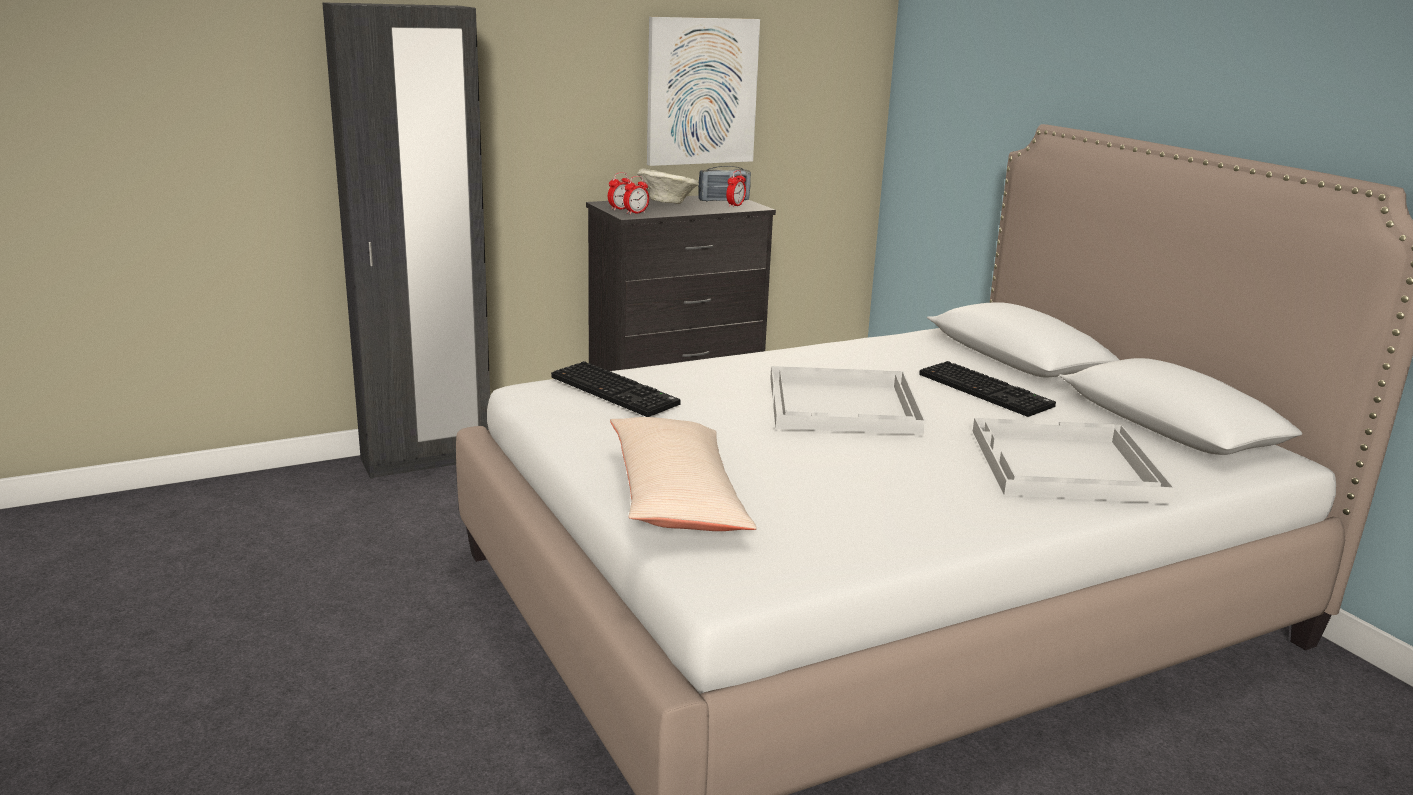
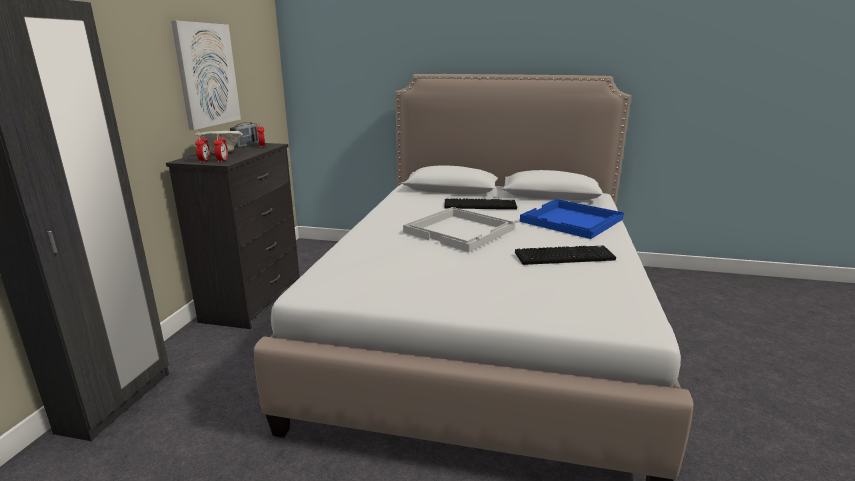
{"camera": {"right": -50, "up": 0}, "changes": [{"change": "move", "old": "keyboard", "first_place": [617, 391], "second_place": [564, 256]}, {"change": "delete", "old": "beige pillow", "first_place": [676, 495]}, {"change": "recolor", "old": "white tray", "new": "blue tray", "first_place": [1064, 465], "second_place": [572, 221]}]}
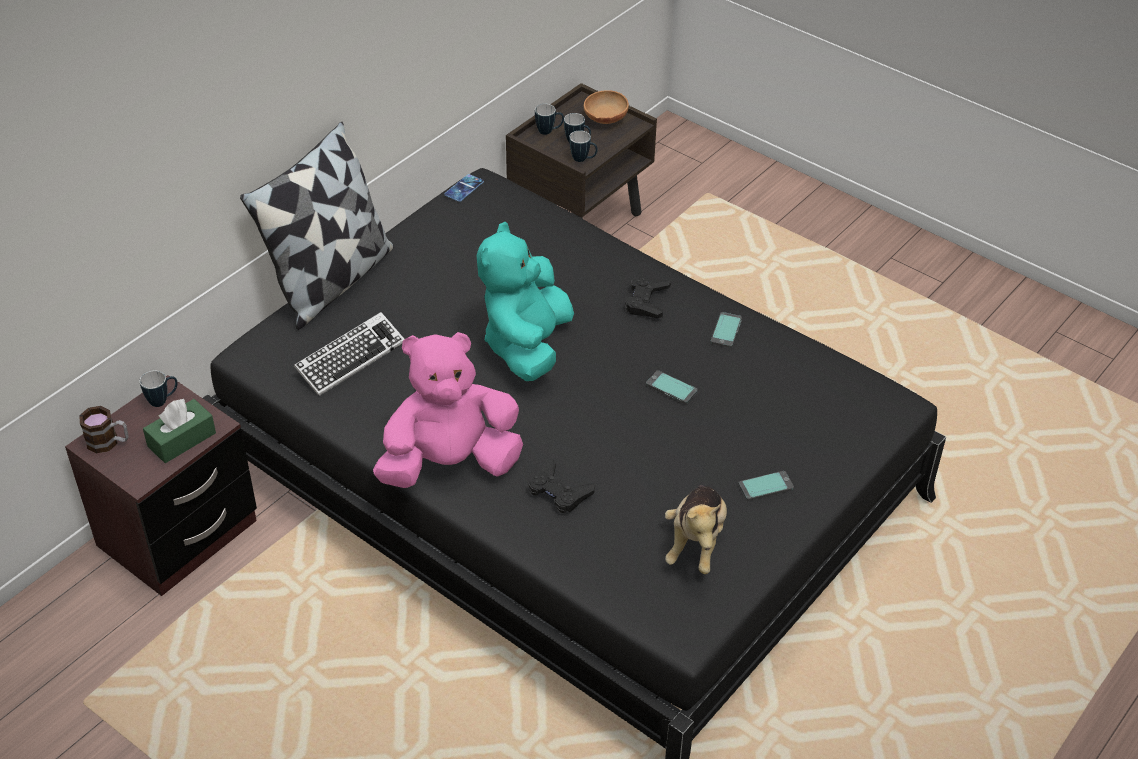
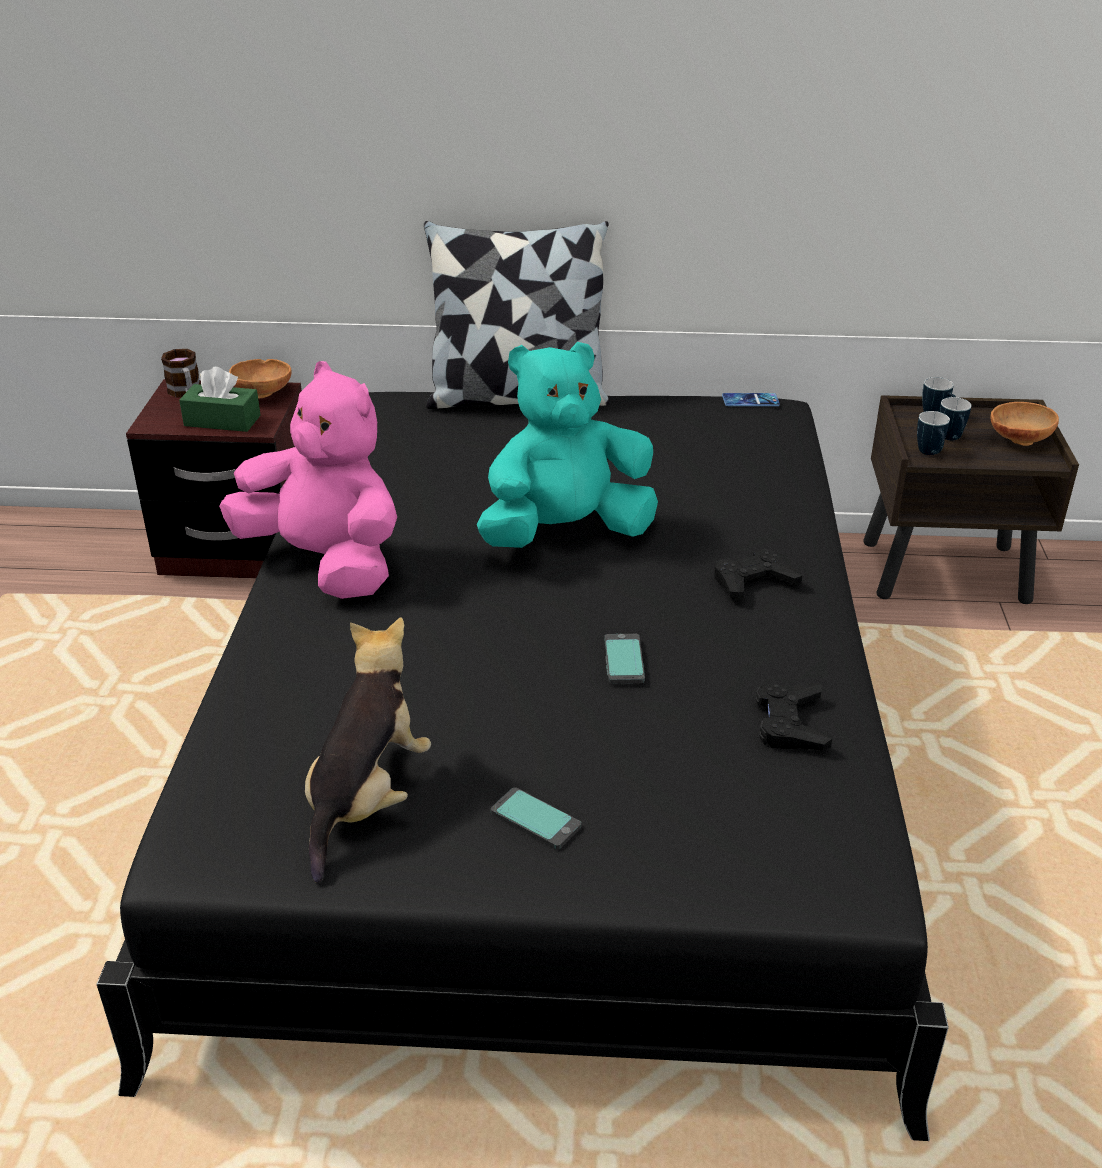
{"camera": {"right": 55, "up": -10}, "changes": [{"change": "replace", "old": "mug", "new": "brown bowl", "first_place": [163, 400], "second_place": [264, 393]}, {"change": "delete", "old": "keyboard", "first_place": [350, 359]}, {"change": "move", "old": "black game controller", "first_place": [559, 491], "second_place": [790, 723]}, {"change": "rotate", "old": "plush toy", "first_place": [695, 542], "second_place": [367, 798], "degrees": 135}, {"change": "delete", "old": "phone", "first_place": [726, 331]}]}
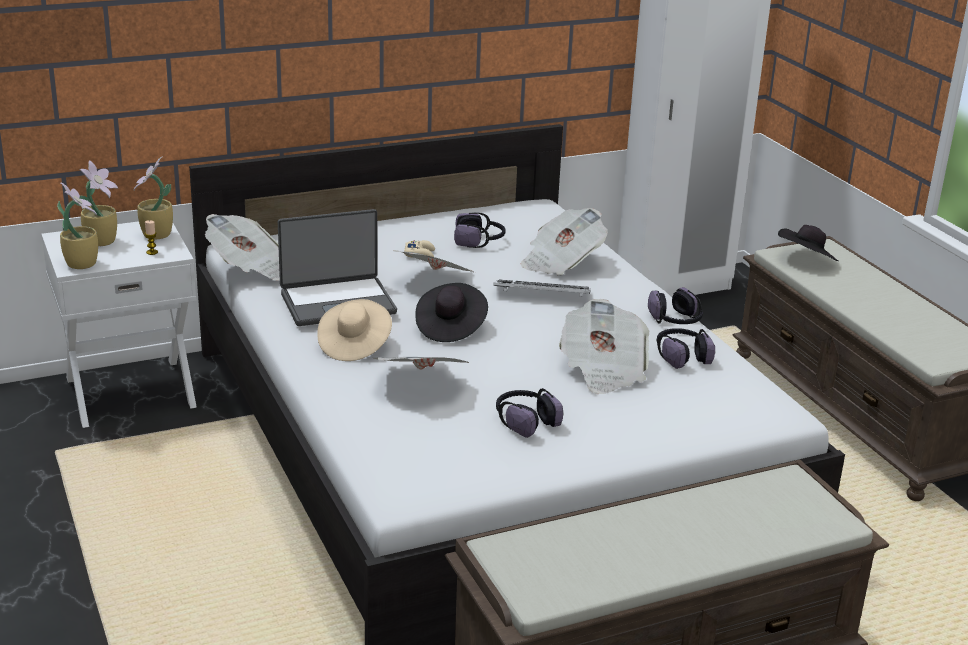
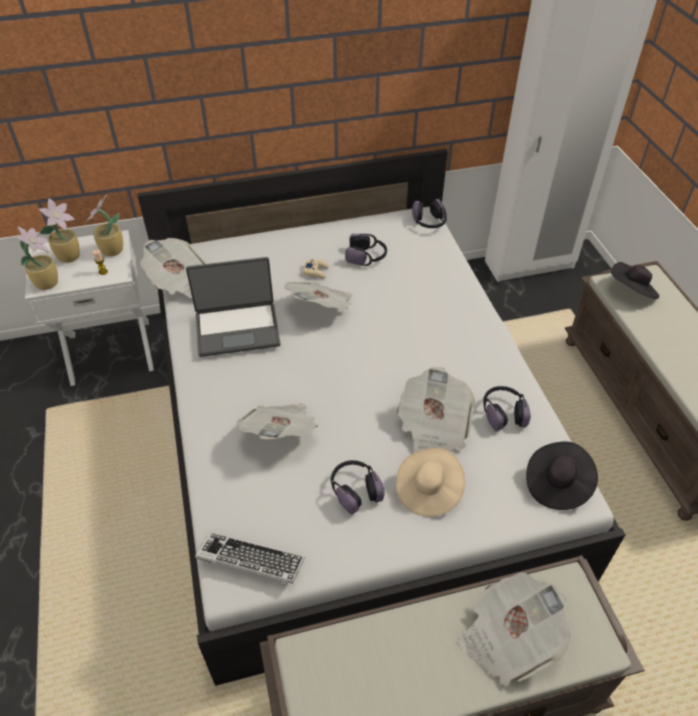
{"camera": {"right": 10, "up": 20}, "changes": [{"change": "move", "old": "beige hat", "first_place": [354, 345], "second_place": [428, 490]}, {"change": "move", "old": "black hat", "first_place": [450, 327], "second_place": [557, 484]}, {"change": "move", "old": "keyboard", "first_place": [541, 294], "second_place": [250, 562]}, {"change": "move", "old": "newspaper", "first_place": [561, 262], "second_place": [508, 638]}, {"change": "move", "old": "headphones", "first_place": [675, 321], "second_place": [429, 222]}]}
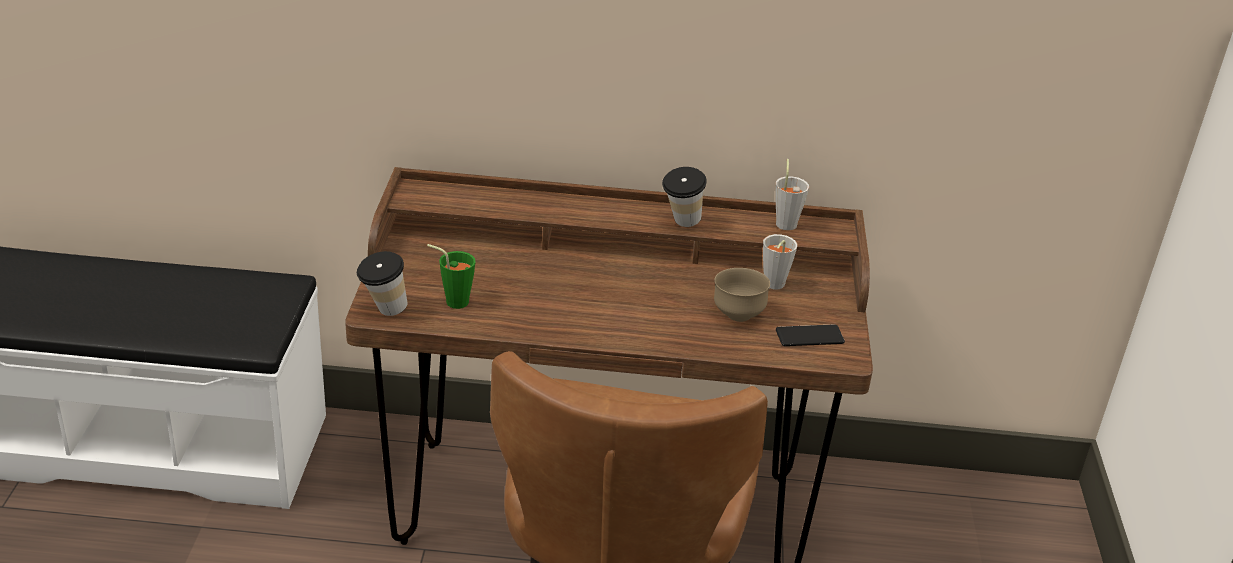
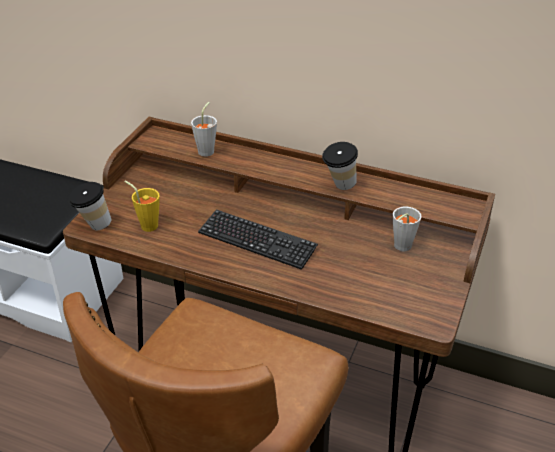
{"camera": {"right": 20, "up": 5}, "changes": [{"change": "recolor", "old": "green cup", "new": "yellow cup", "first_place": [452, 300], "second_place": [146, 224]}, {"change": "delete", "old": "brown bowl", "first_place": [737, 315]}, {"change": "move", "old": "grey cup", "first_place": [786, 222], "second_place": [207, 150]}, {"change": "delete", "old": "phone", "first_place": [809, 336]}, {"change": "insert", "new": "keyboard", "second_place": [257, 241]}]}
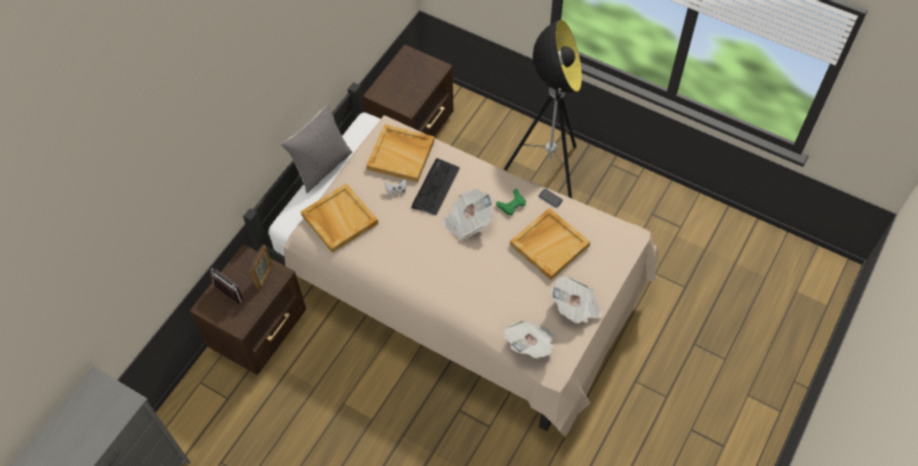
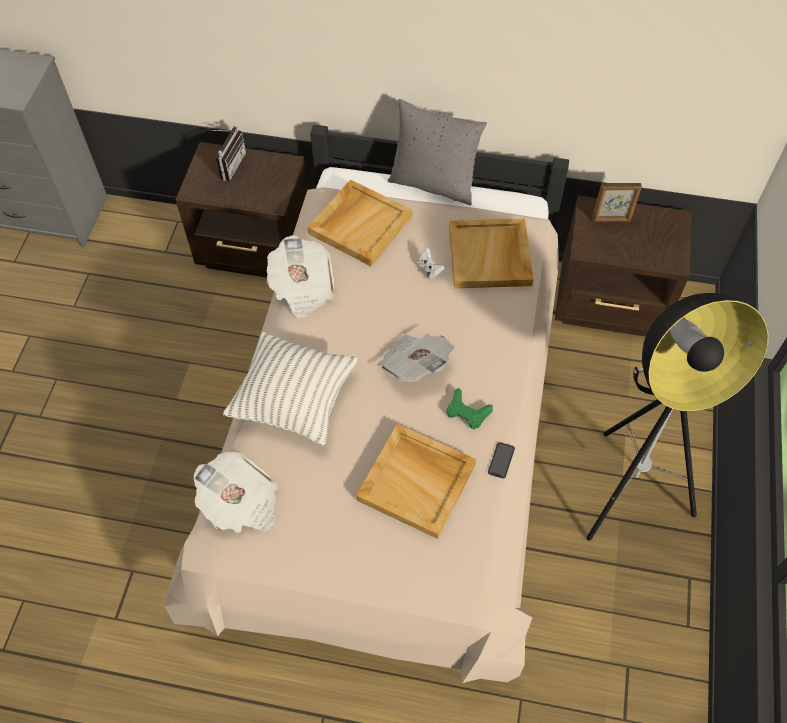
{"camera": {"right": 70, "up": 0}, "changes": [{"change": "move", "old": "picture frame", "first_place": [265, 277], "second_place": [611, 220]}, {"change": "delete", "old": "keyboard", "first_place": [435, 187]}, {"change": "move", "old": "newspaper", "first_place": [575, 307], "second_place": [302, 288]}, {"change": "insert", "new": "pillow", "second_place": [294, 401]}]}
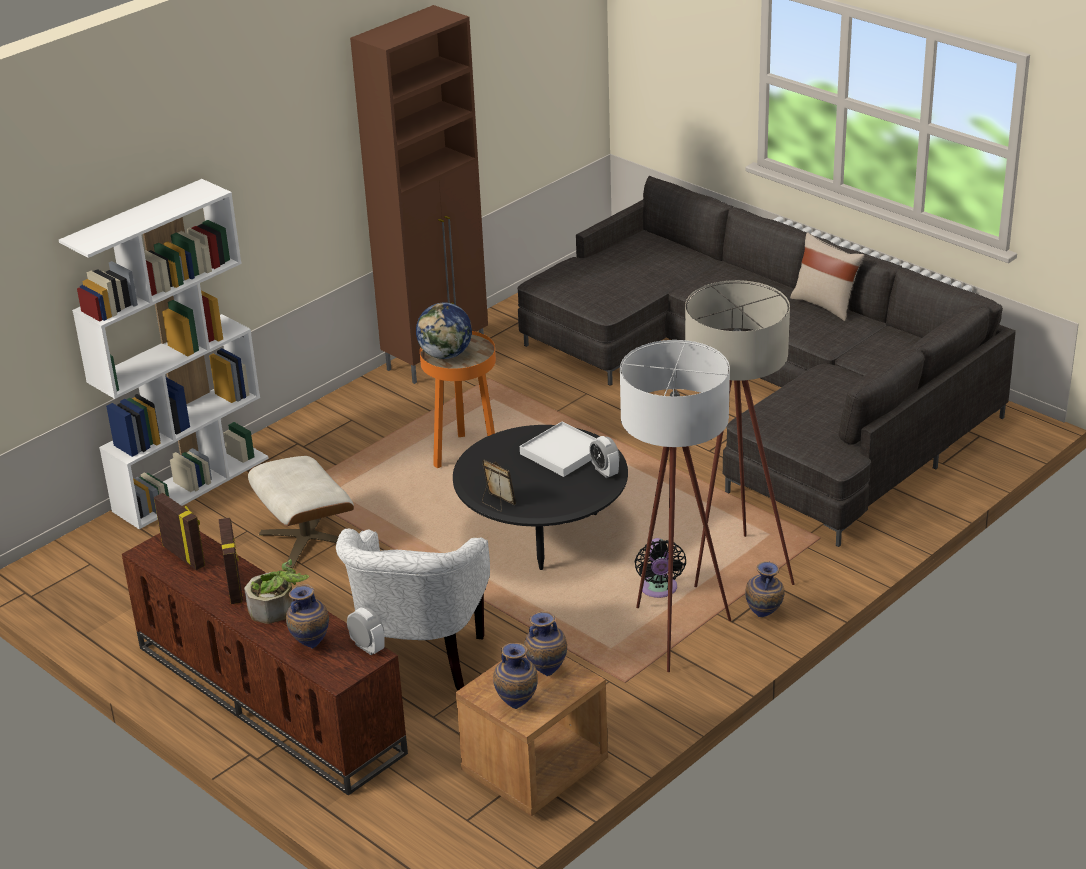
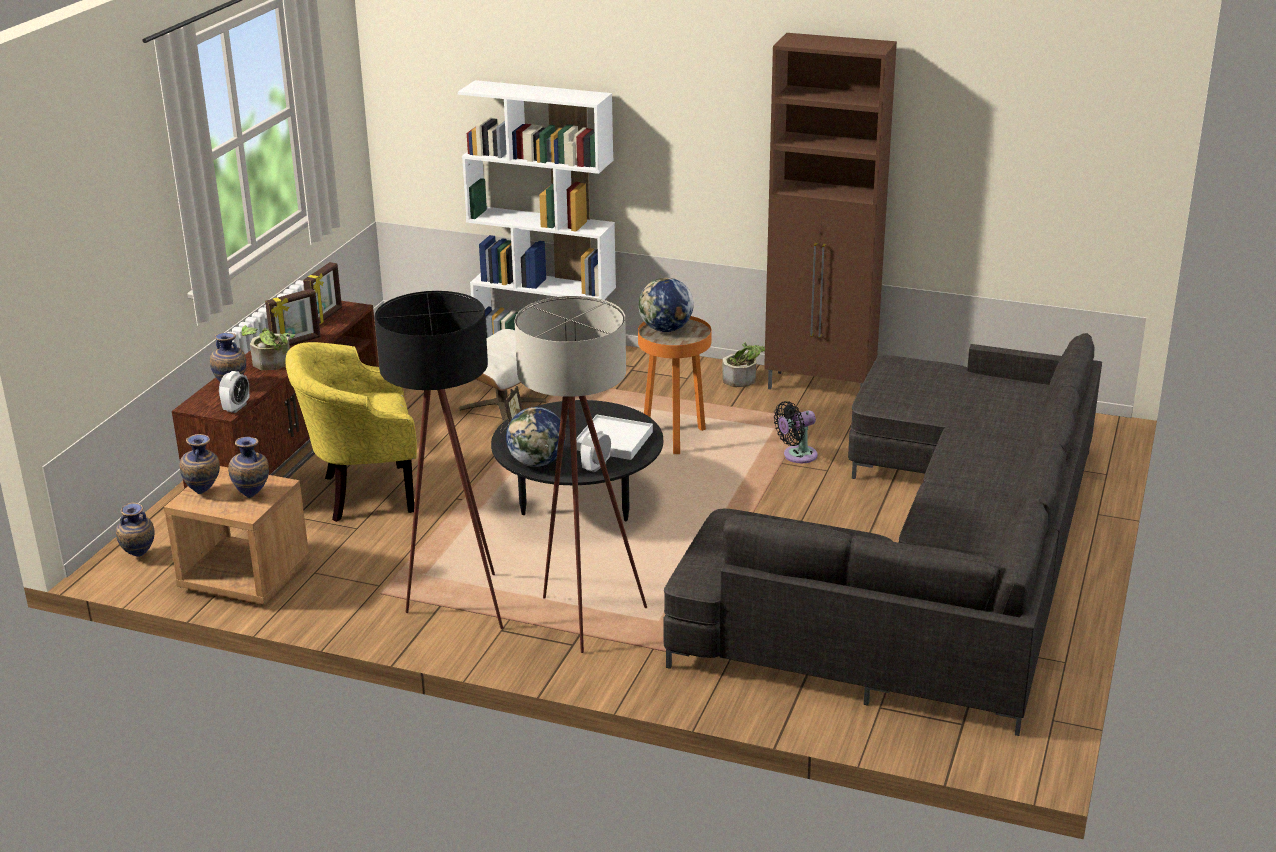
{"camera": {"right": 65, "up": -5}, "changes": [{"change": "recolor", "old": "white armchair", "new": "yellow armchair", "first_place": [420, 663], "second_place": [362, 494]}, {"change": "recolor", "old": "white floor lamp", "new": "black floor lamp", "first_place": [675, 641], "second_place": [454, 606]}, {"change": "move", "old": "black fan", "first_place": [659, 590], "second_place": [796, 456]}, {"change": "move", "old": "vase", "first_place": [764, 616], "second_place": [139, 557]}, {"change": "delete", "old": "beige pillow", "first_place": [825, 305]}, {"change": "insert", "new": "globe", "second_place": [537, 462]}, {"change": "insert", "new": "potted plant", "second_place": [744, 379]}]}
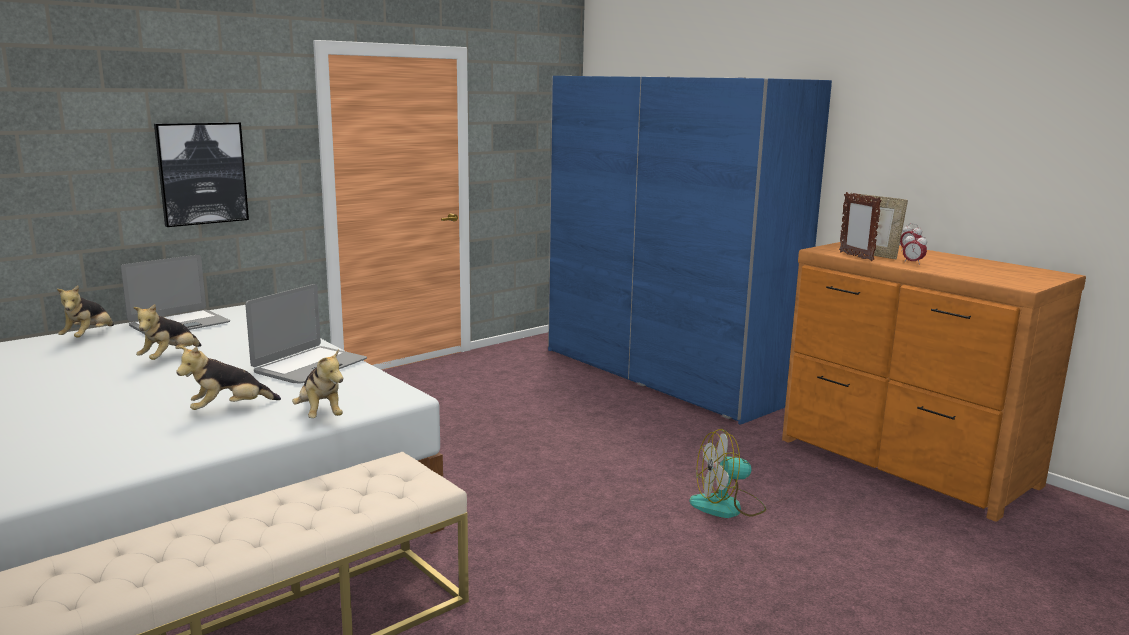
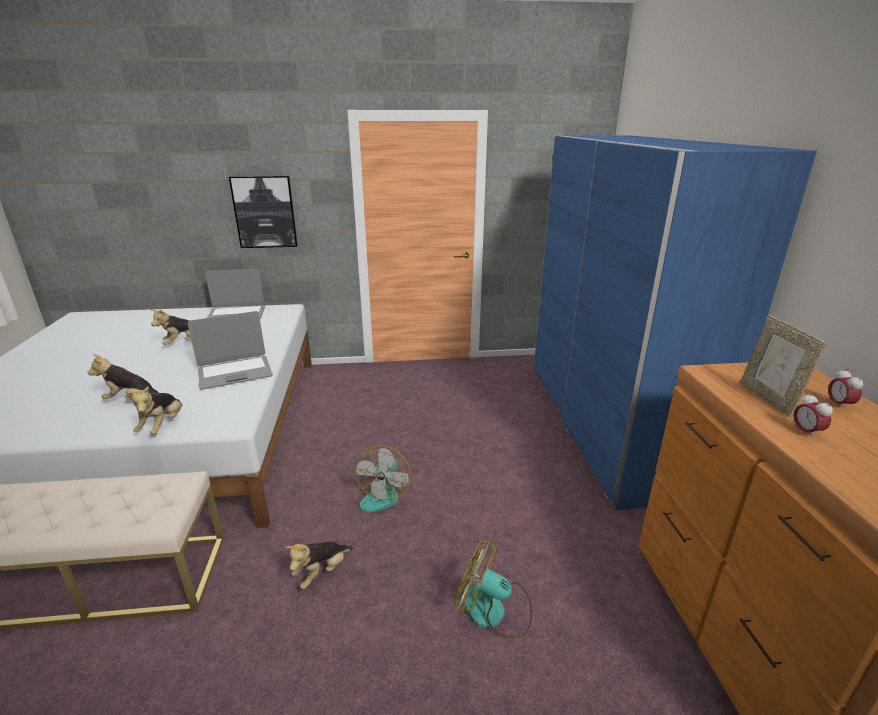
{"camera": {"right": 35, "up": 10}, "changes": [{"change": "move", "old": "plush toy", "first_place": [89, 337], "second_place": [322, 572]}, {"change": "delete", "old": "picture frame", "first_place": [855, 256]}, {"change": "insert", "new": "fan", "second_place": [383, 494]}]}
